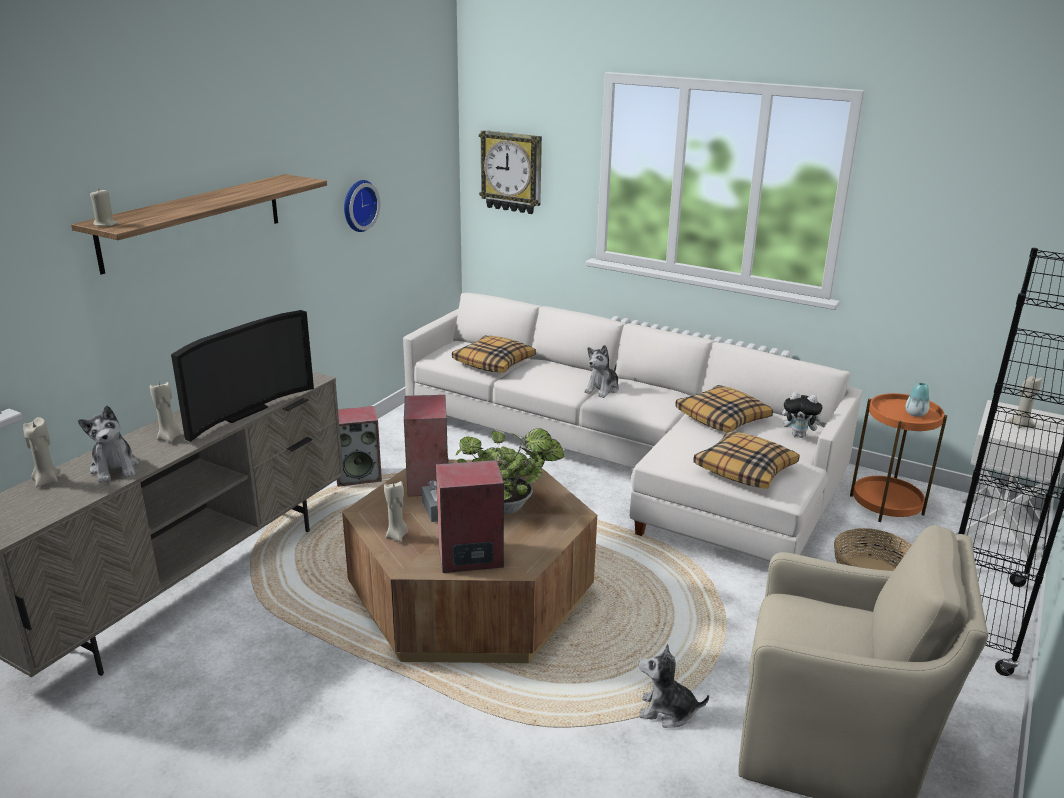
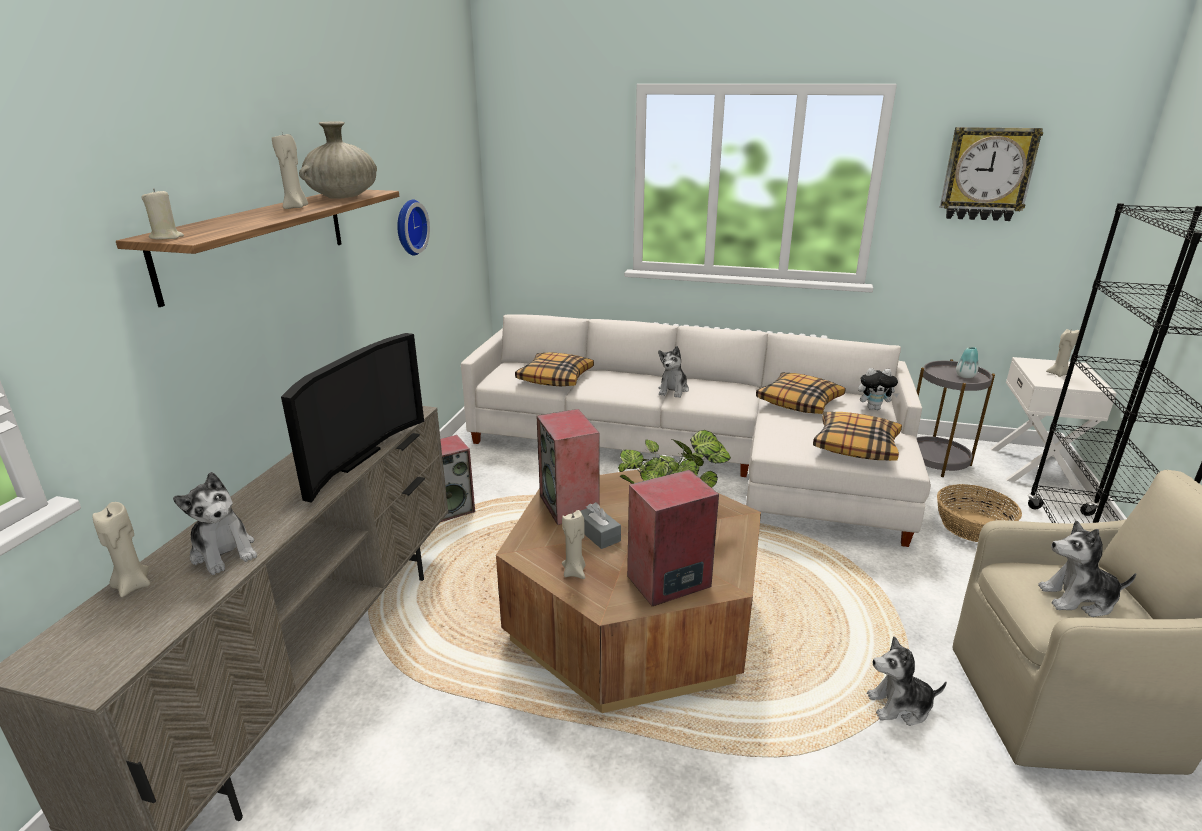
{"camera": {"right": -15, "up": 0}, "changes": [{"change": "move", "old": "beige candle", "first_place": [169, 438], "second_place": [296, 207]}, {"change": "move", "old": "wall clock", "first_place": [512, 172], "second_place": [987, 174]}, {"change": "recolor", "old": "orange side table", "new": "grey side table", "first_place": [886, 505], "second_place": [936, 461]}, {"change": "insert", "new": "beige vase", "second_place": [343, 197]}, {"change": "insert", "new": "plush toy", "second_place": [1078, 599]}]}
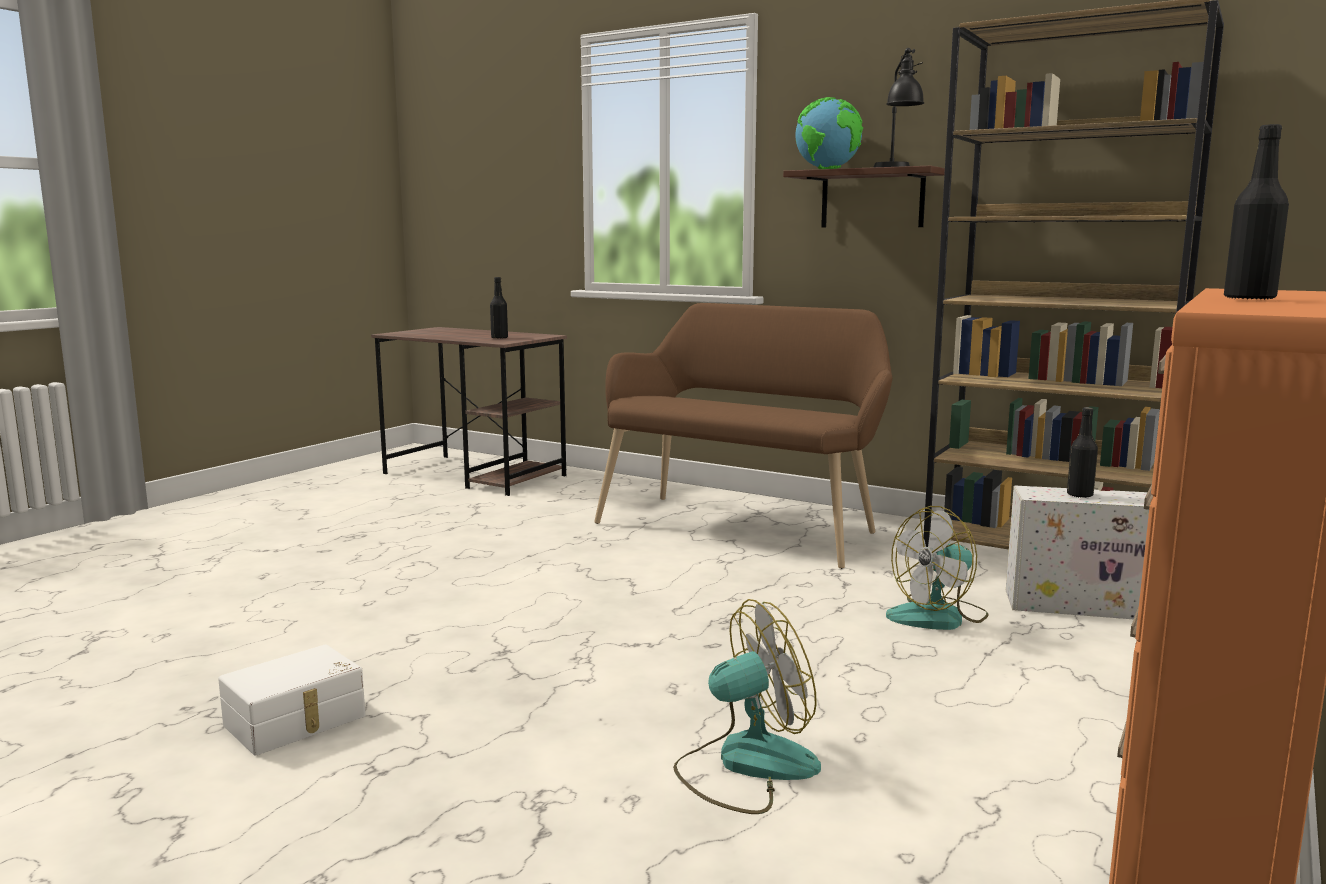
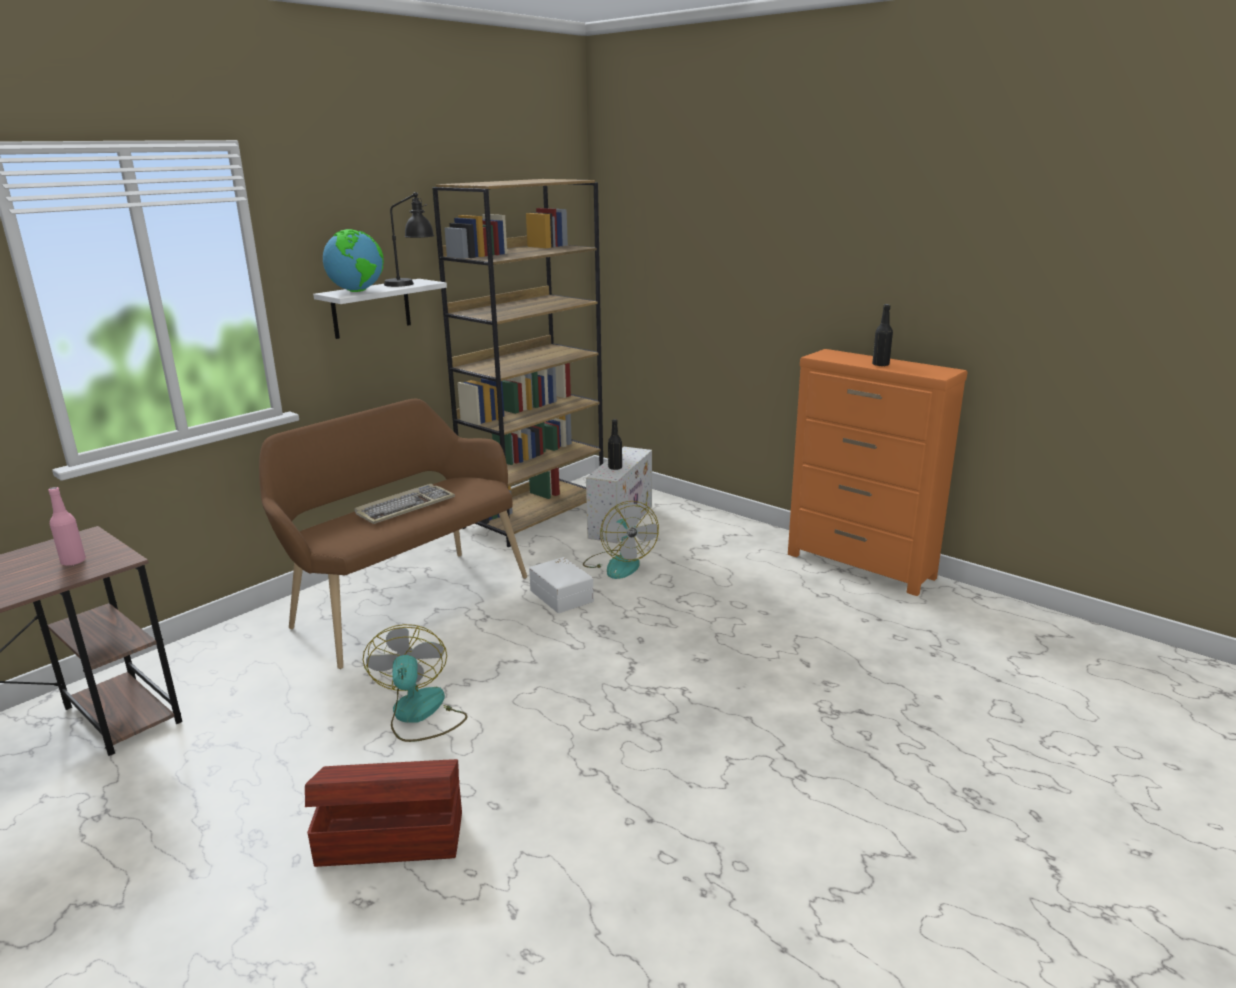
{"camera": {"right": -80, "up": 10}, "changes": [{"change": "move", "old": "white storage box", "first_place": [296, 721], "second_place": [562, 595]}, {"change": "recolor", "old": "black bottle", "new": "pink bottle", "first_place": [499, 338], "second_place": [73, 561]}, {"change": "move", "old": "fan", "first_place": [746, 765], "second_place": [419, 715]}, {"change": "recolor", "old": "brown shelf", "new": "white shelf", "first_place": [872, 199], "second_place": [371, 308]}, {"change": "insert", "new": "brown storage box", "second_place": [389, 837]}, {"change": "insert", "new": "keyboard", "second_place": [405, 507]}]}
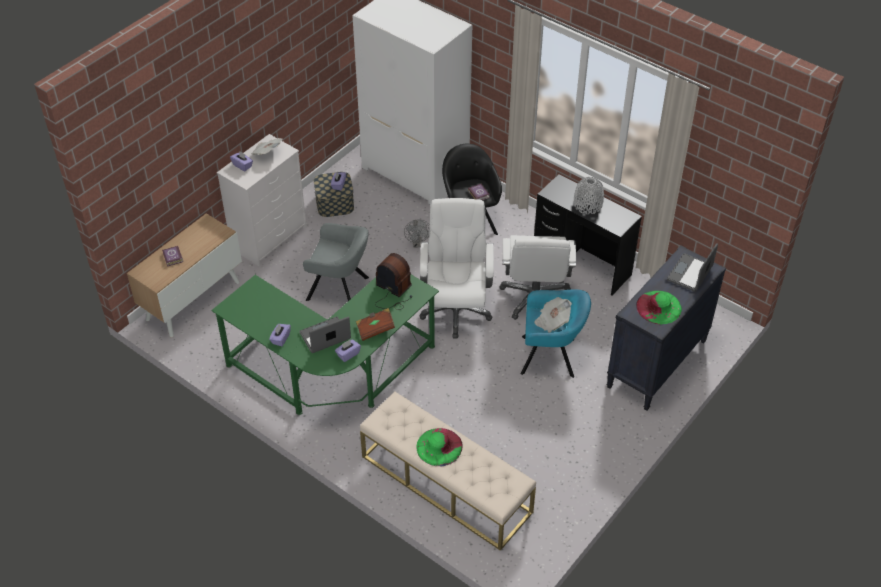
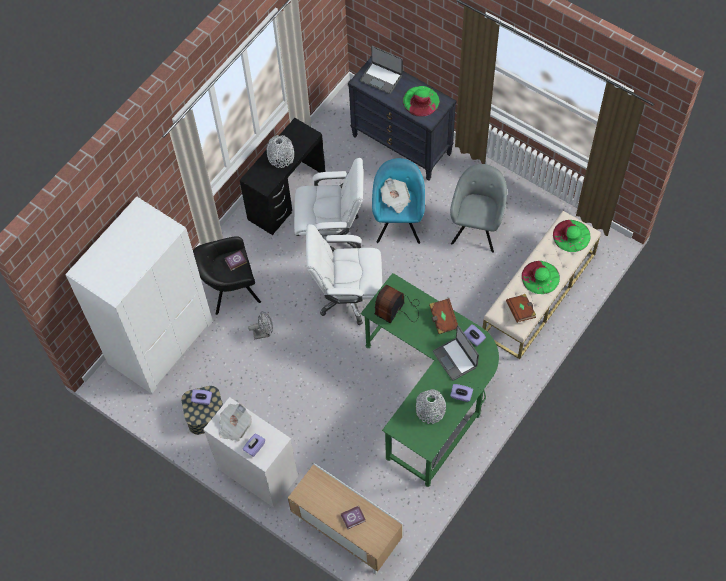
{"camera": {"right": -90, "up": 15}, "changes": [{"change": "move", "old": "grey armchair", "first_place": [340, 289], "second_place": [477, 226]}, {"change": "insert", "new": "grey vase", "second_place": [430, 410]}, {"change": "insert", "new": "brown book", "second_place": [521, 311]}, {"change": "insert", "new": "green hat", "second_place": [571, 235]}]}
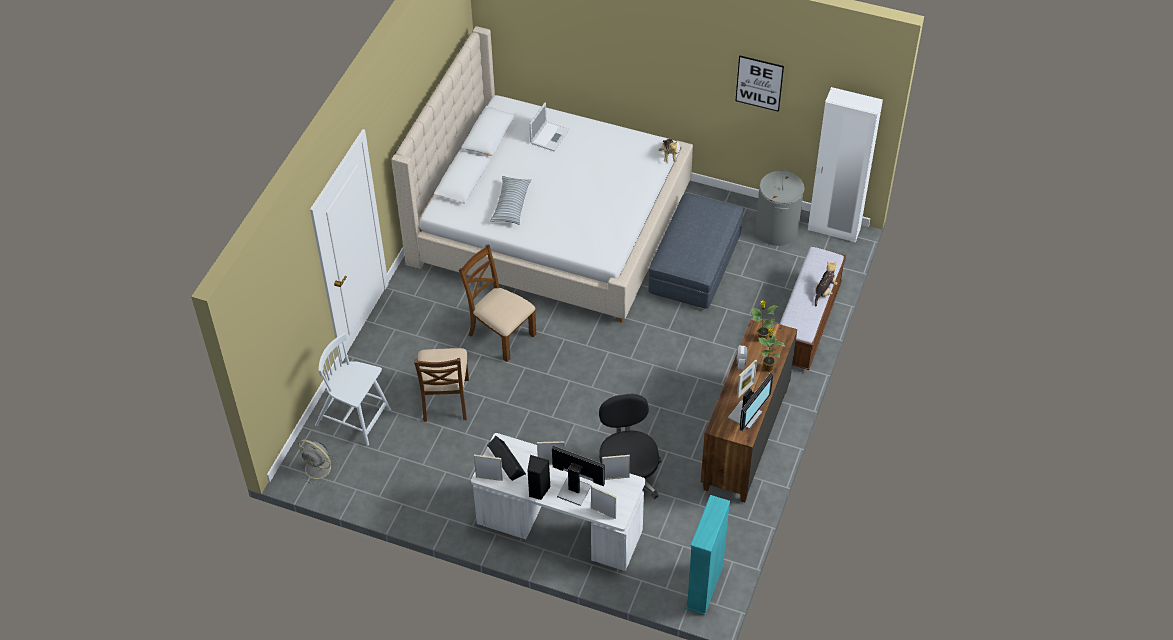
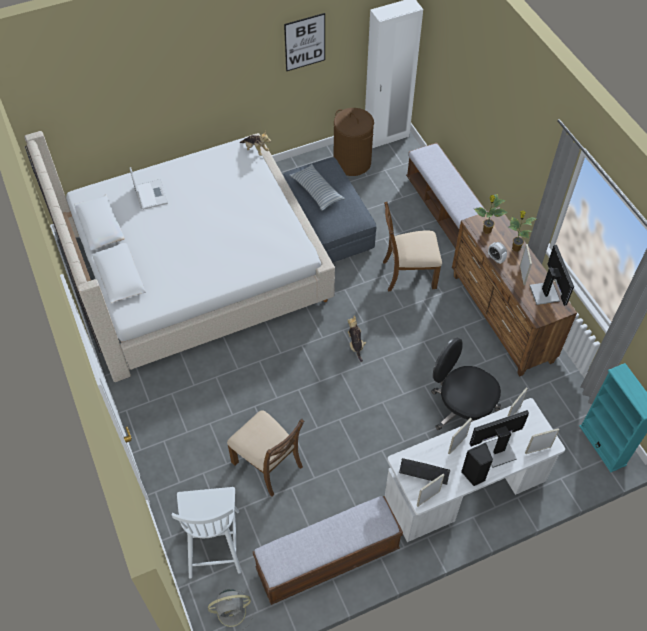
{"camera": {"right": -45, "up": 5}, "changes": [{"change": "rotate", "old": "white chair", "first_place": [354, 418], "second_place": [213, 542], "degrees": -75}, {"change": "move", "old": "brown chair", "first_place": [501, 334], "second_place": [408, 274]}, {"change": "move", "old": "pillow", "first_place": [511, 205], "second_place": [316, 191]}, {"change": "recolor", "old": "grey laundry basket", "new": "brown laundry basket", "first_place": [776, 230], "second_place": [352, 162]}, {"change": "move", "old": "plush toy", "first_place": [824, 291], "second_place": [355, 344]}, {"change": "insert", "new": "bench", "second_place": [327, 559]}]}
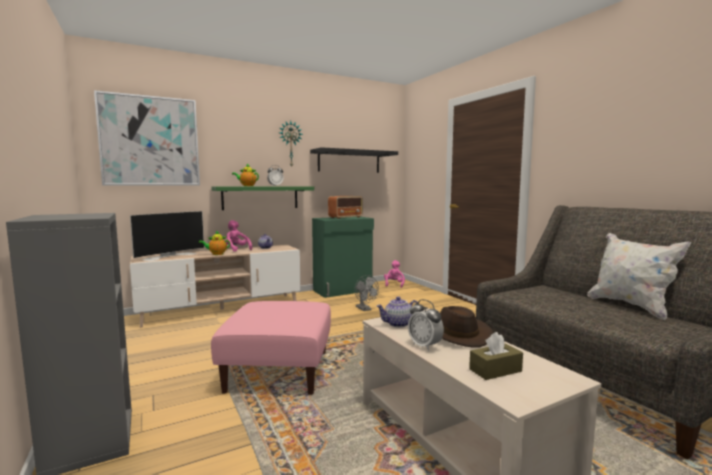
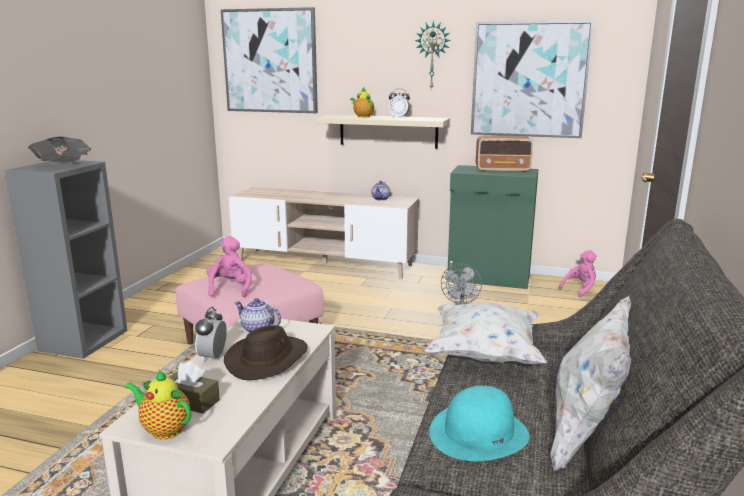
{"camera": {"right": 45, "up": 10}, "changes": [{"change": "delete", "old": "television", "first_place": [169, 256]}, {"change": "move", "old": "teapot", "first_place": [216, 254], "second_place": [164, 430]}, {"change": "recolor", "old": "green shelf", "new": "beige shelf", "first_place": [260, 197], "second_place": [388, 131]}, {"change": "move", "old": "pink plush toy", "first_place": [235, 250], "second_place": [230, 289]}, {"change": "replace", "old": "black shelf", "new": "picture", "first_place": [349, 161], "second_place": [529, 80]}, {"change": "insert", "new": "newspaper", "second_place": [64, 166]}, {"change": "insert", "new": "white pillow", "second_place": [484, 354]}, {"change": "insert", "new": "turquoise hat", "second_place": [479, 433]}]}
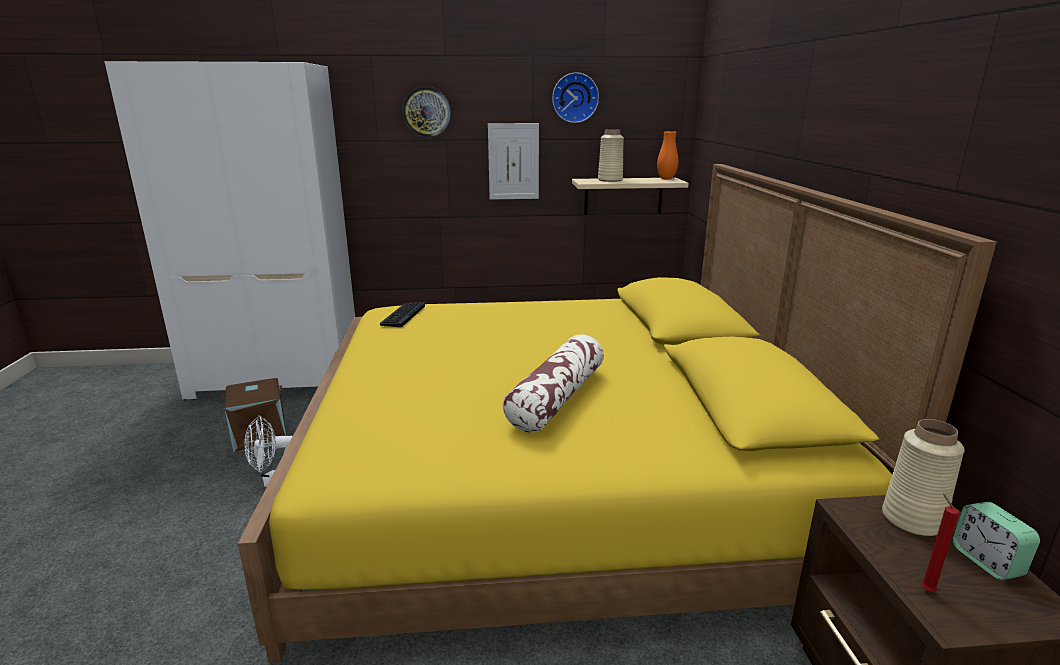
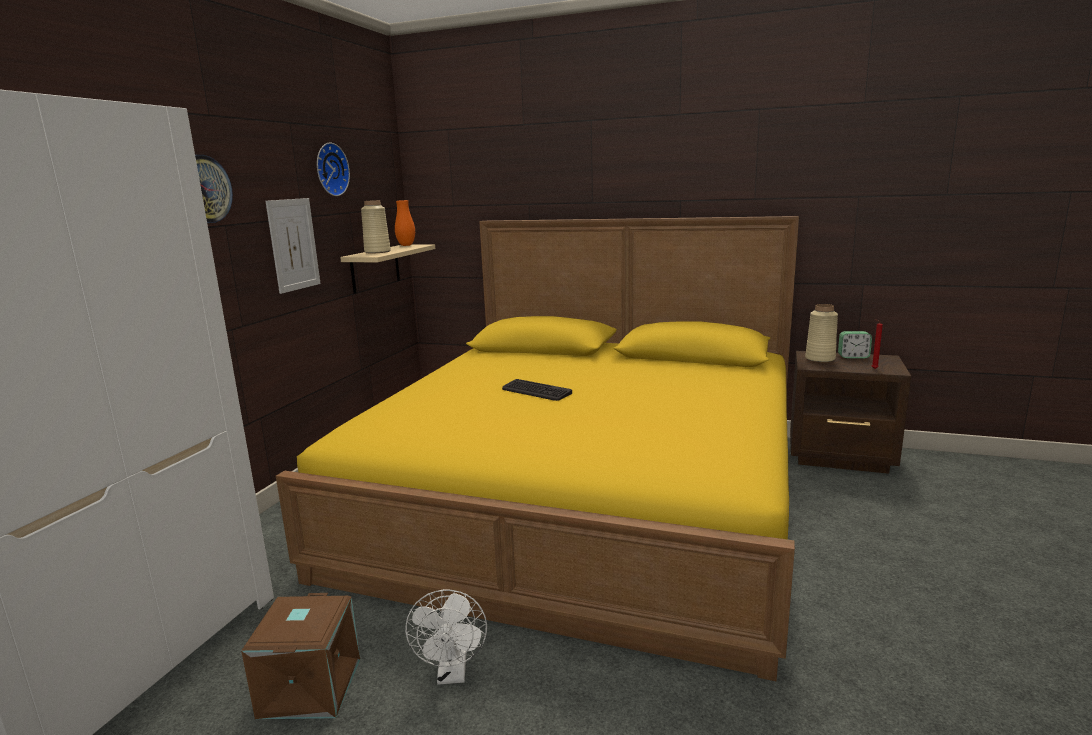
{"camera": {"right": -65, "up": -5}, "changes": [{"change": "move", "old": "keyboard", "first_place": [403, 315], "second_place": [536, 391]}, {"change": "delete", "old": "pillow", "first_place": [557, 398]}]}
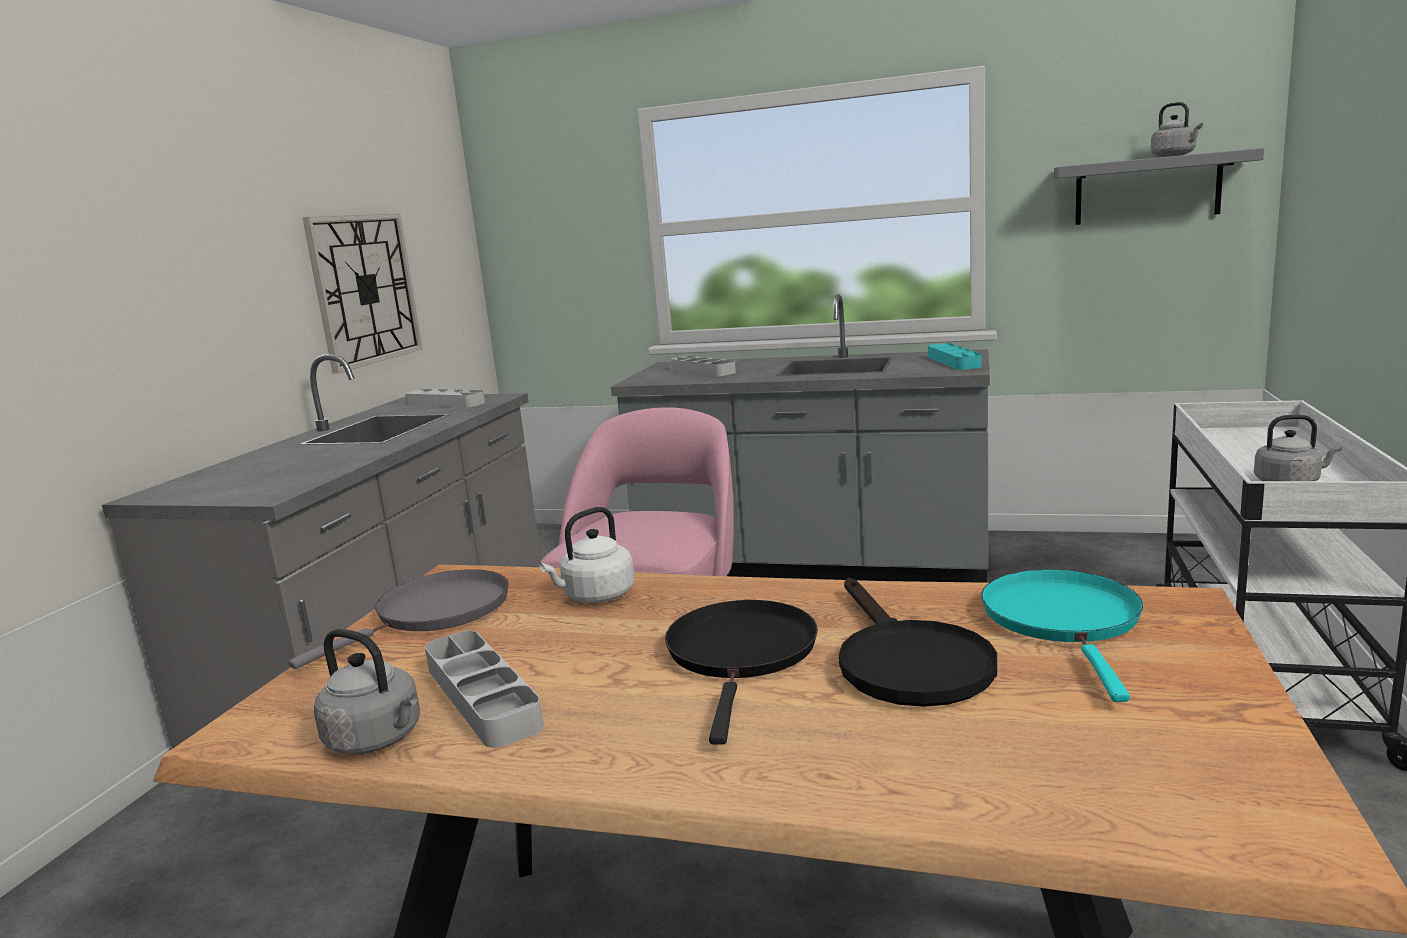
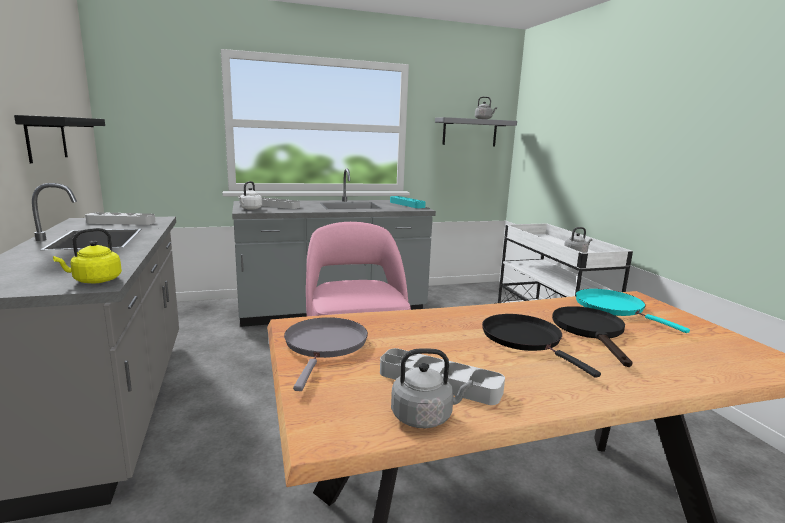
{"camera": {"right": -35, "up": 0}, "changes": [{"change": "replace", "old": "wall clock", "new": "black shelf", "first_place": [365, 289], "second_place": [46, 138]}, {"change": "move", "old": "white kettle", "first_place": [595, 596], "second_place": [250, 208]}, {"change": "rotate", "old": "black frying pan", "first_place": [906, 661], "second_place": [591, 331], "degrees": -135}, {"change": "insert", "new": "yellow kettle", "second_place": [95, 280]}]}
